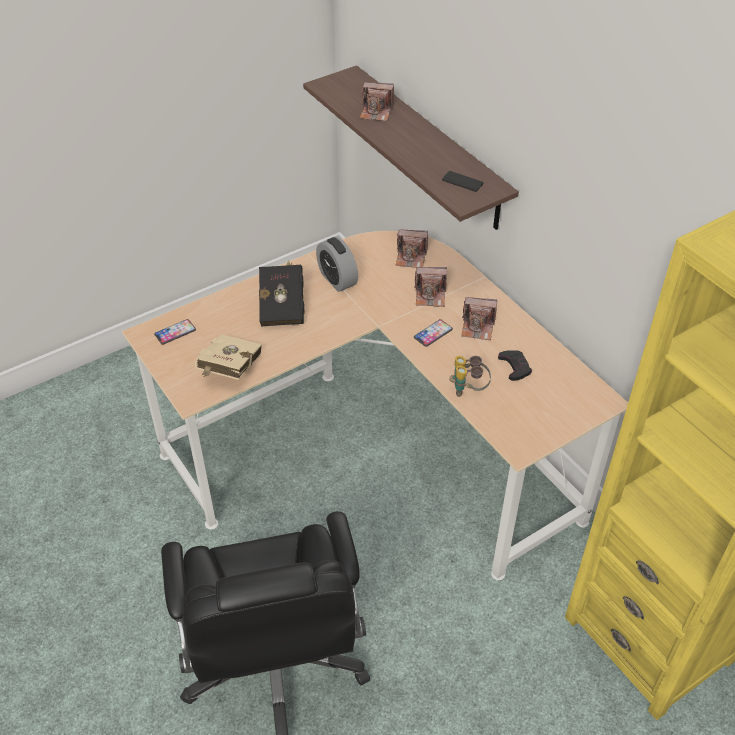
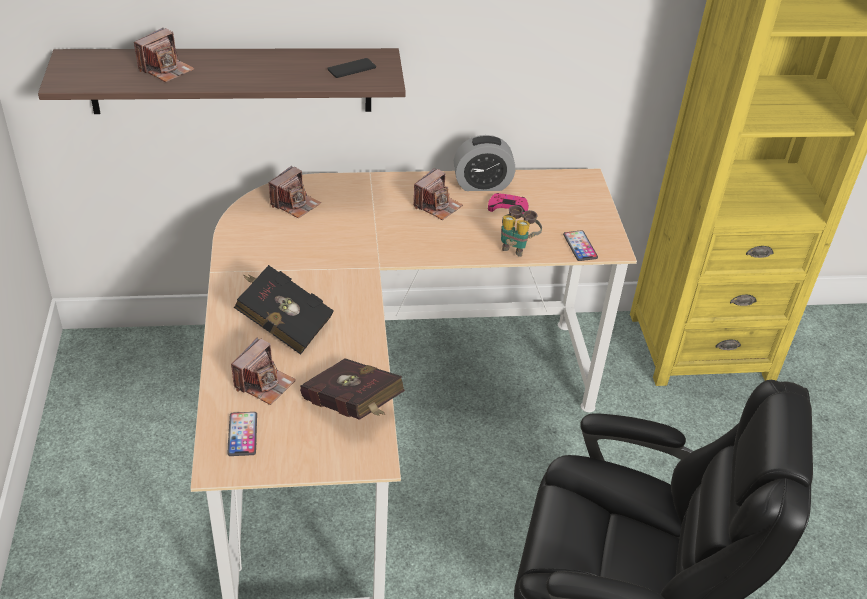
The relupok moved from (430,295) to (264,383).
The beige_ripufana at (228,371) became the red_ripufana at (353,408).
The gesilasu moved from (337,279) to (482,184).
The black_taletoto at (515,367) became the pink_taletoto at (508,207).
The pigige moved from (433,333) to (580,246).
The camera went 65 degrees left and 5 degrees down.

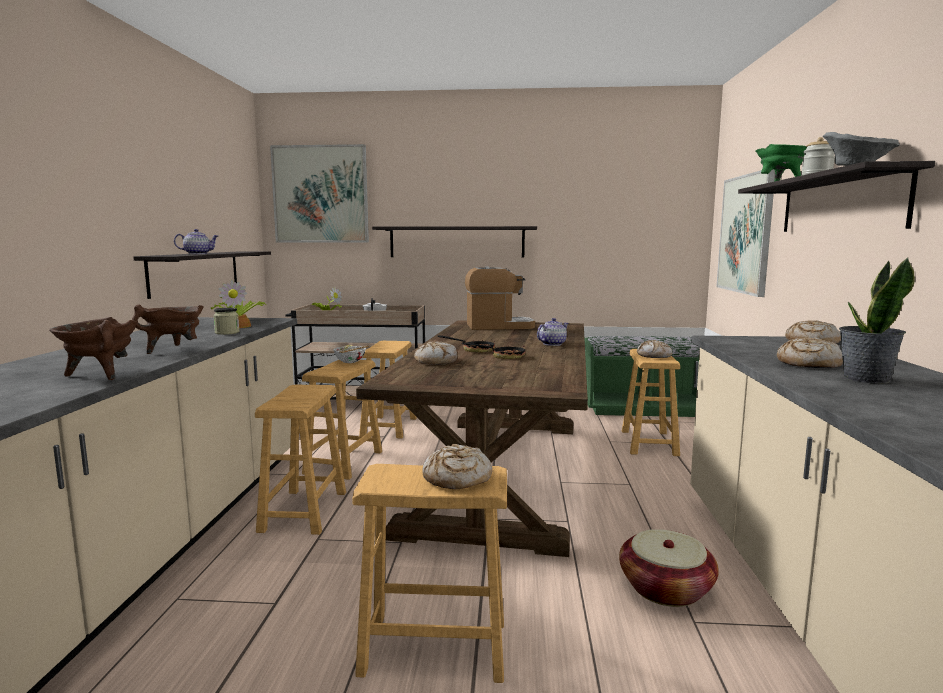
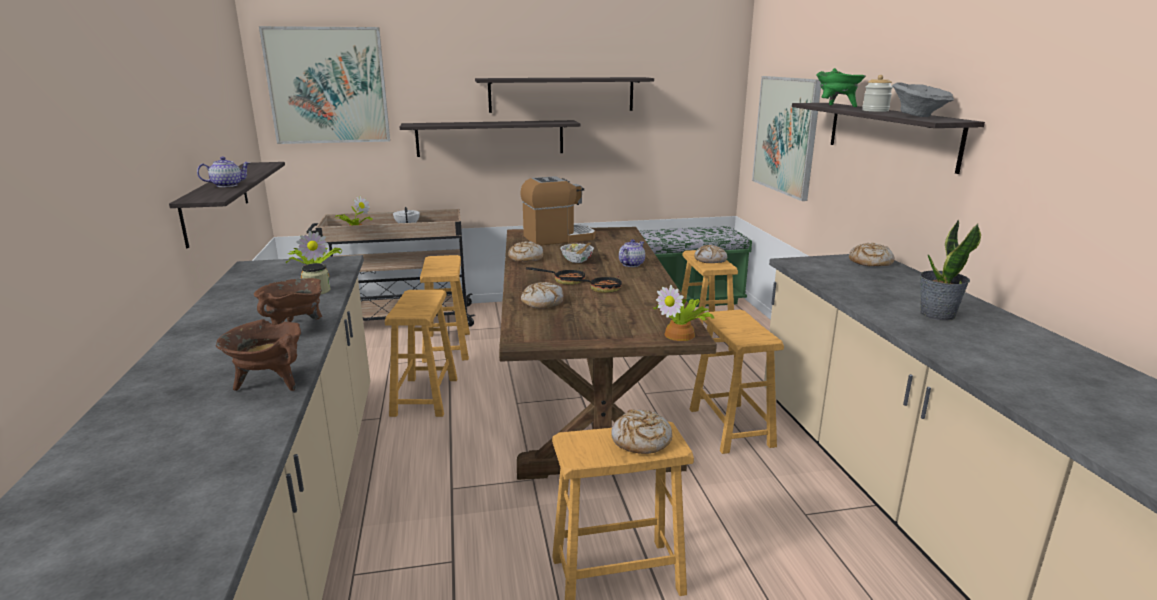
The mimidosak at (561,94) appeared.
The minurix moved from (808,364) to (525,258).
The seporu moved from (350,362) to (577,261).
The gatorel at (681,334) appeared.
The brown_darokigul moved from (303,511) to (730,427).
The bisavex at (665,589) disappeared.
The camera went 15 degrees left and 10 degrees up.

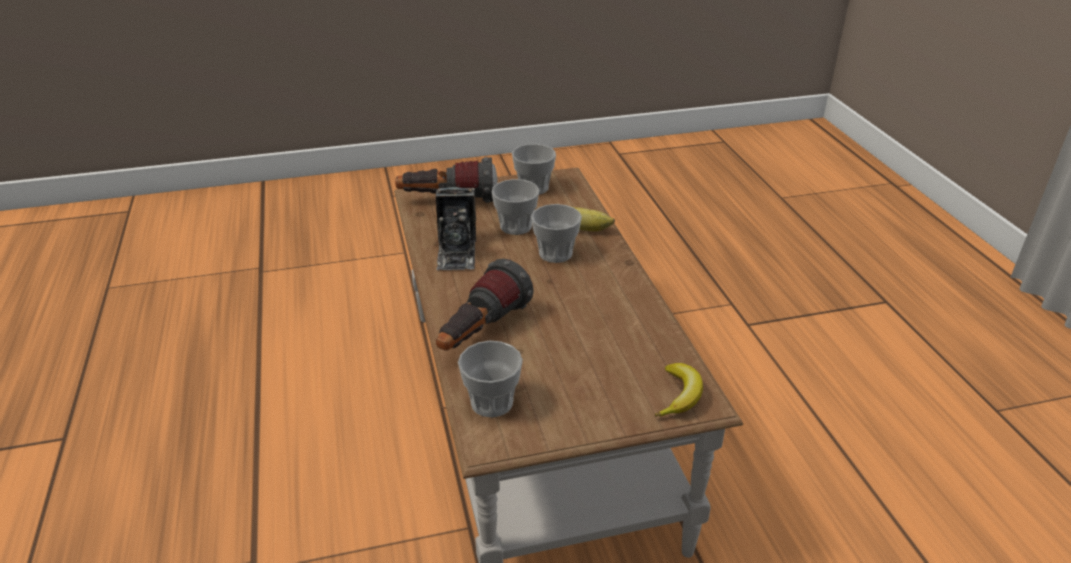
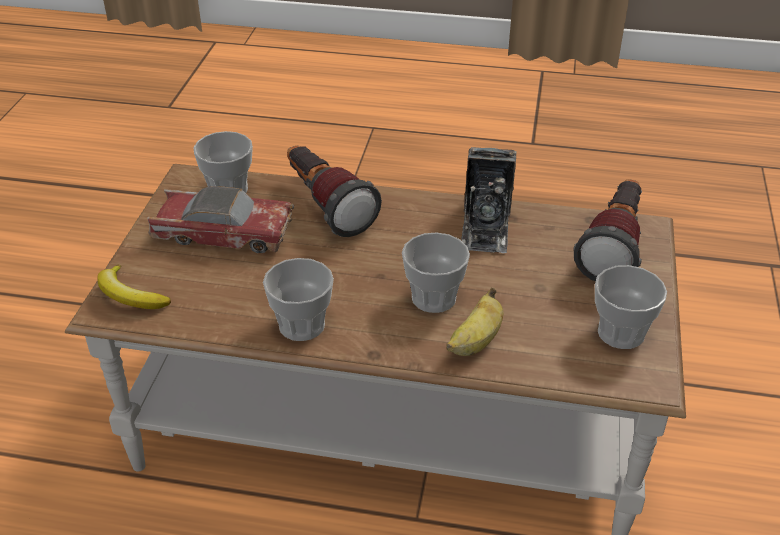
The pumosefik at (223,233) appeared.
The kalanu moved from (516,226) to (302,325).
The relupok at (456,251) turned 105 degrees counterclockwise.
The camera went 115 degrees right and 5 degrees up.

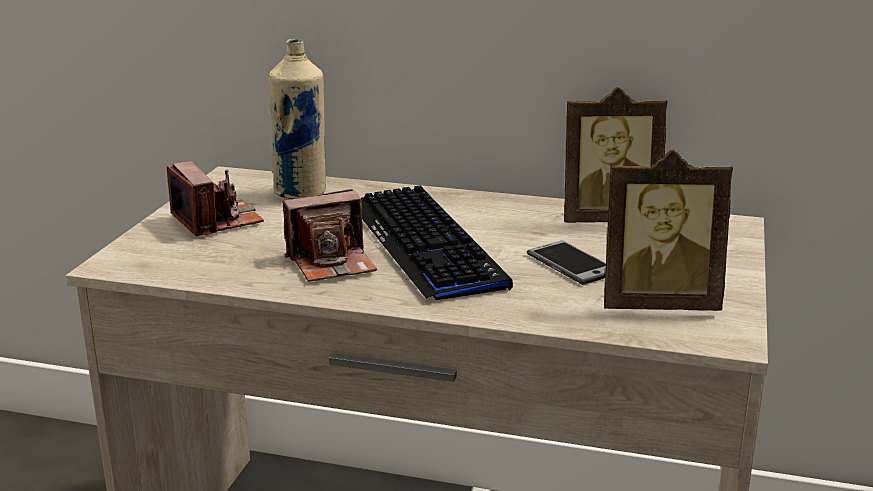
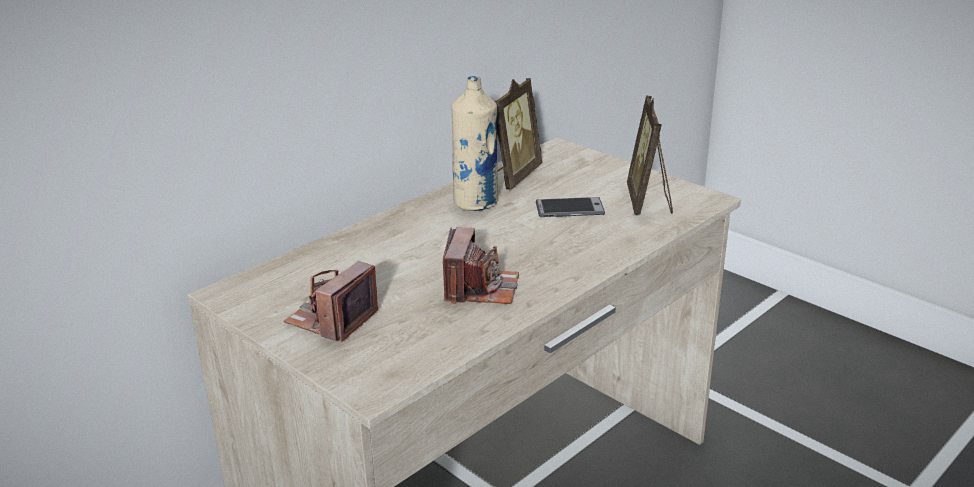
The relupok at (217,221) turned 60 degrees counterclockwise.
The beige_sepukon moved from (301,193) to (476,203).
The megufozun at (658,303) turned 150 degrees clockwise.
The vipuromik at (426,244) disappeared.
The camera went 60 degrees left and 5 degrees up.

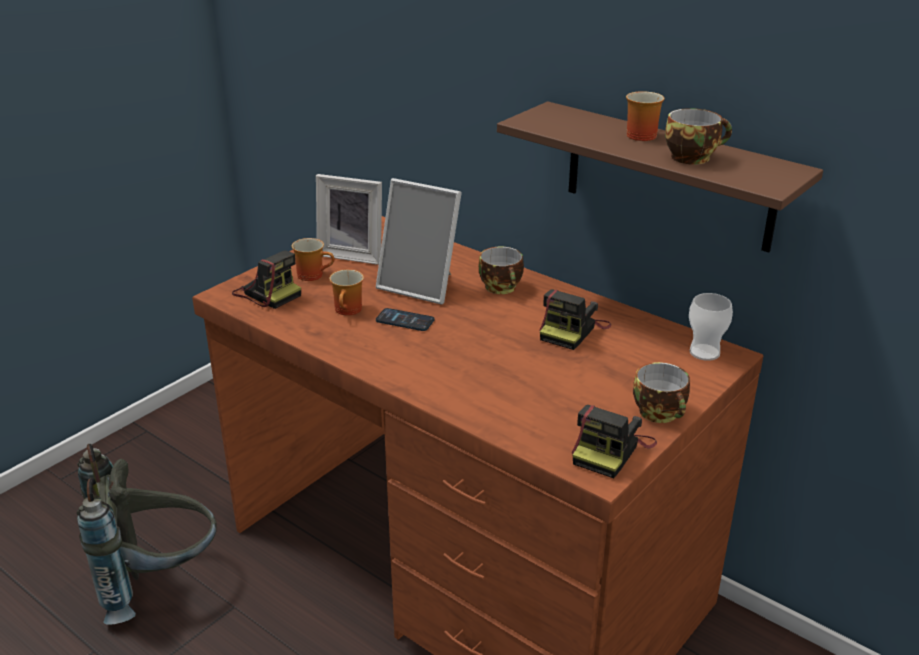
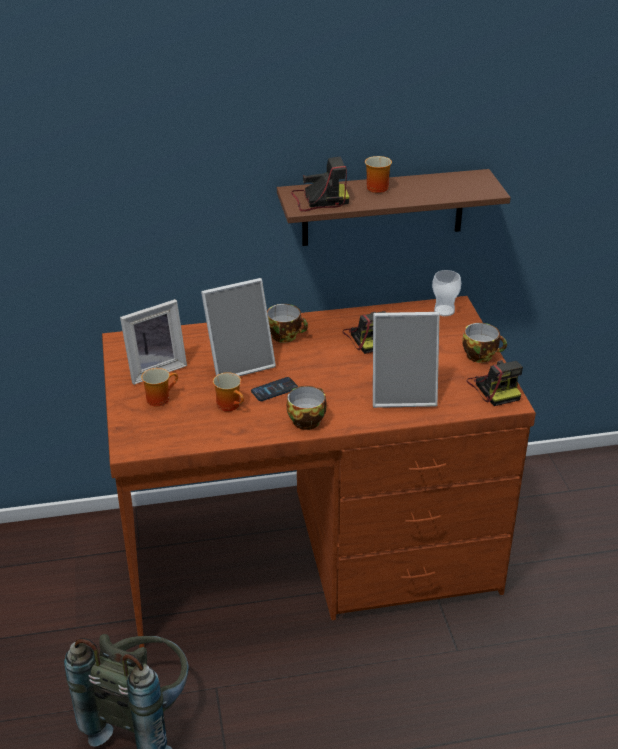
The kalanu moved from (692,157) to (306,420).
The relupok moved from (267,292) to (319,200).
The megufozun at (403,393) appeared.
The camera went 50 degrees left and 5 degrees up.

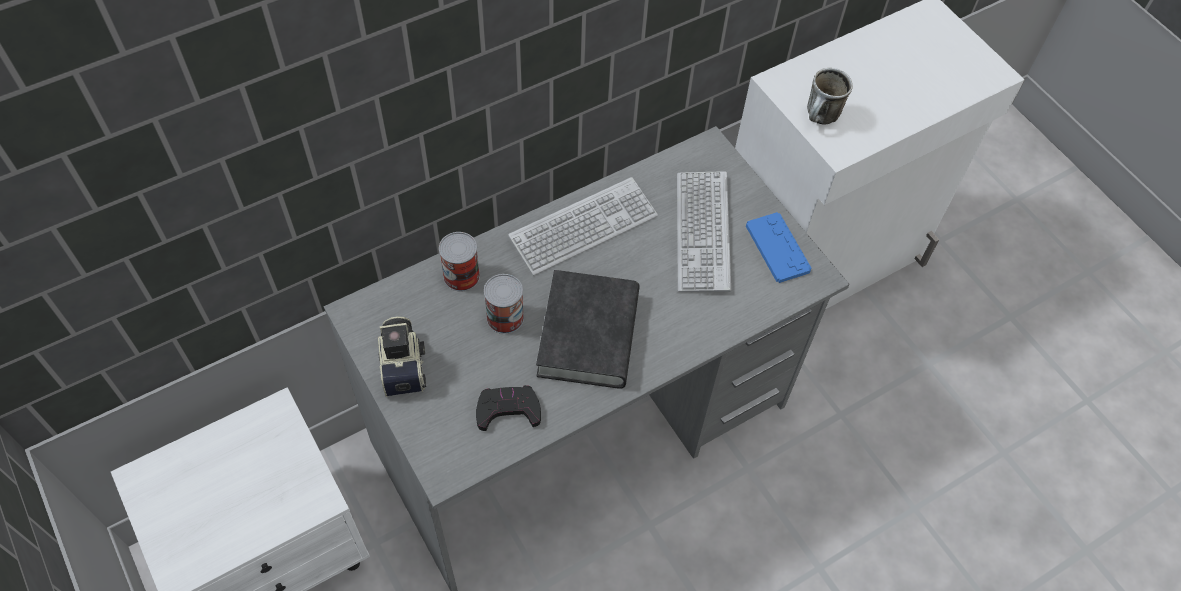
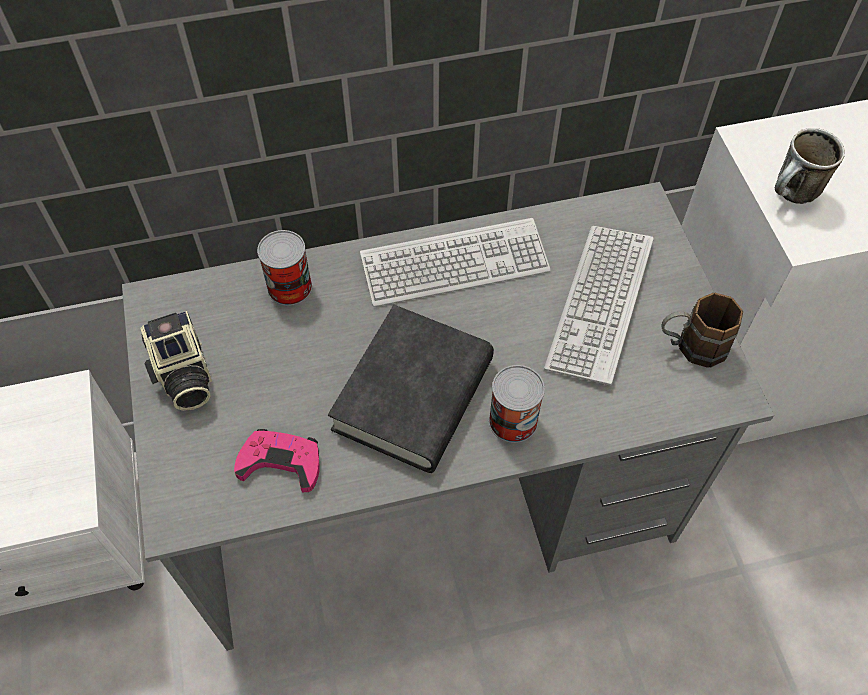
The relupok at (404,364) turned 150 degrees clockwise.
The black_taletoto at (508,410) became the pink_taletoto at (281,462).
The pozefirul moved from (505,317) to (513,420).
The blue_taletoto at (777,248) was replaced by the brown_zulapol at (691,346).
The camera went 20 degrees right and 0 degrees up.

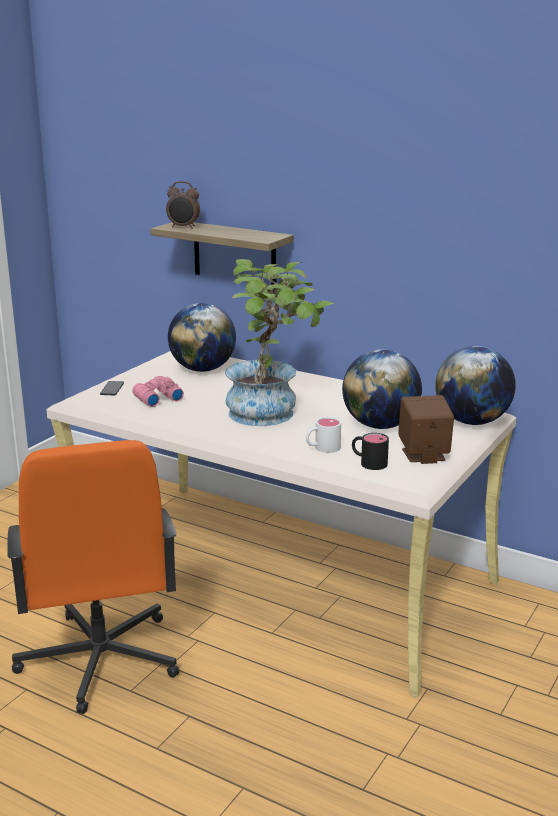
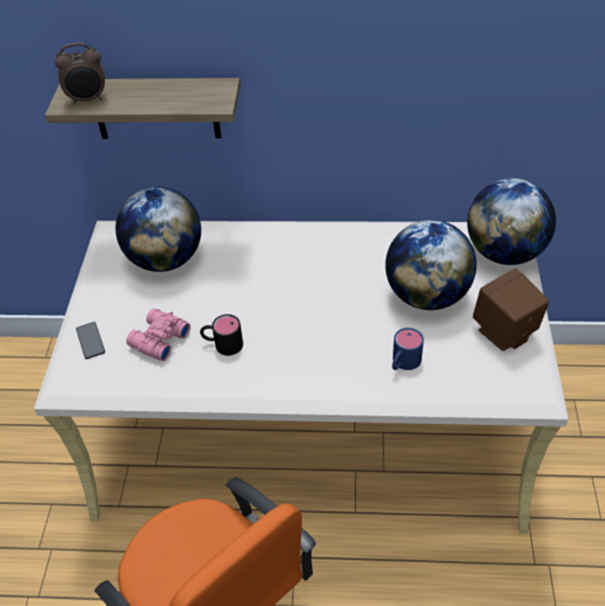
The black_zulapol moved from (368,462) to (222,344).
The white_zulapol at (322,448) became the blue_zulapol at (403,363).
The gatorel at (272,413) disappeared.
The camera went 25 degrees left and 25 degrees up.

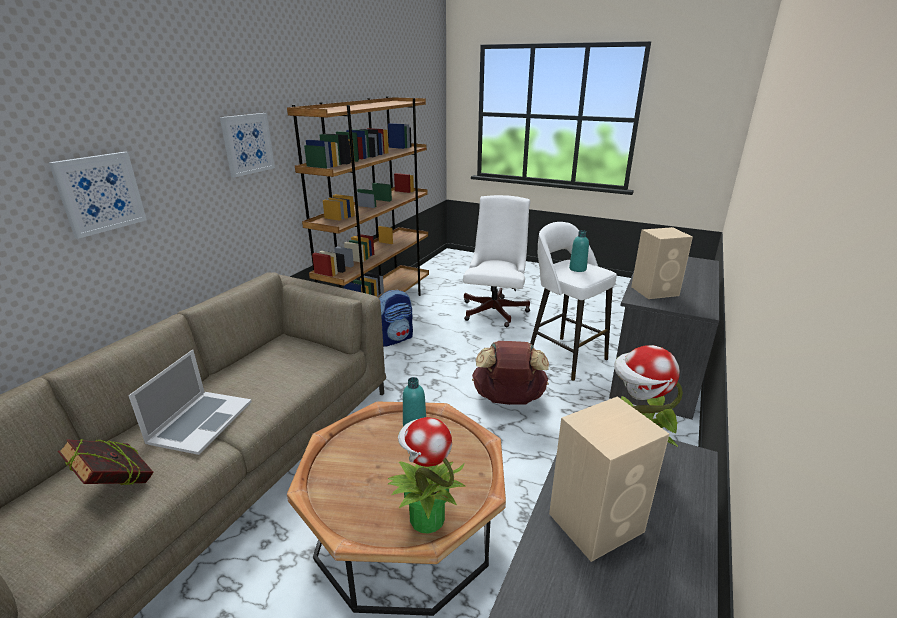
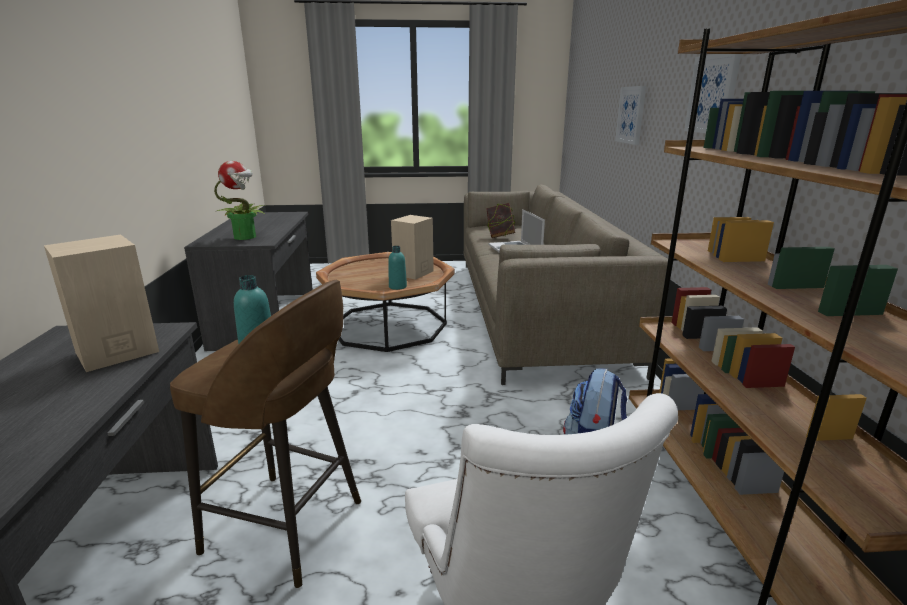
The white_darokigul at (564,356) became the brown_darokigul at (288,528).
The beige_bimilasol moved from (597,522) to (413,273).
The gatorel at (426,518) disappeared.
The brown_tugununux at (508,400) disappeared.
The camera went 150 degrees right and 5 degrees down.

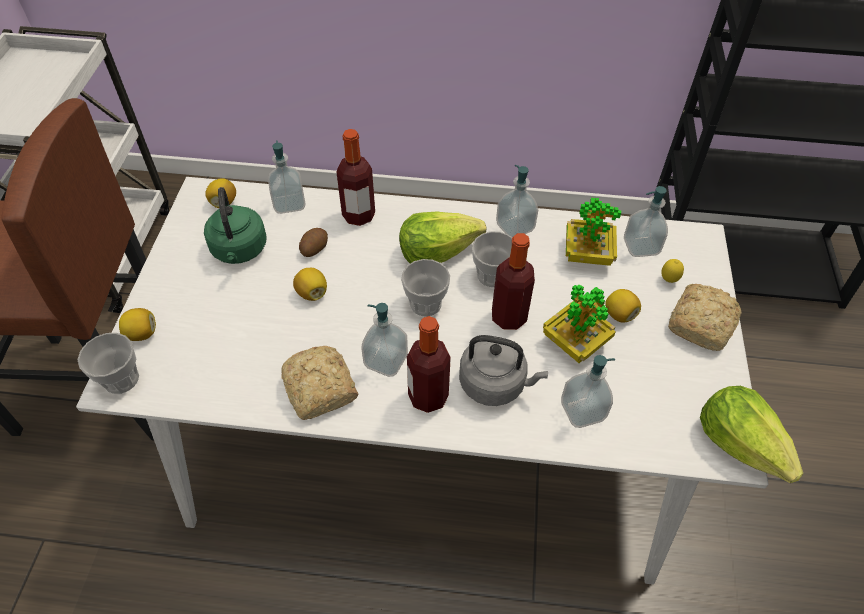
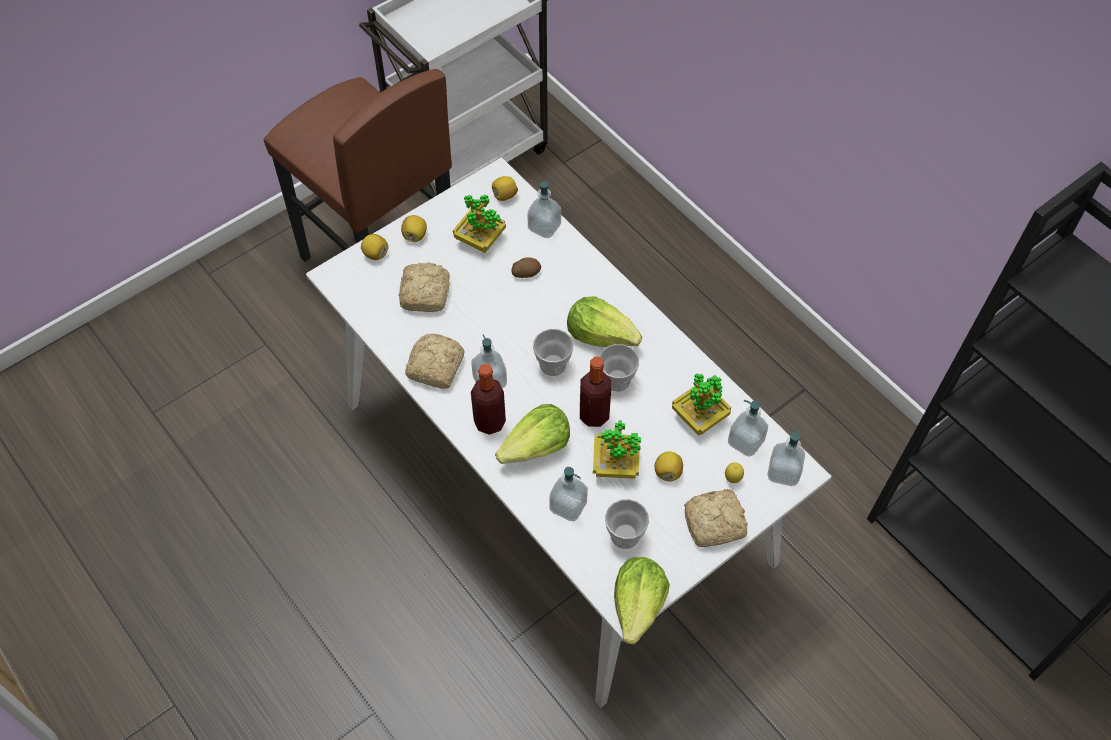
The minurix at (426,292) appeared.
The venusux moved from (312,293) to (415,235).
The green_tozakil at (239,251) was replaced by the gatorel at (480,239).
The grey_tozakil at (495,384) was replaced by the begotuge at (536,448).
The kalanu moved from (121,379) to (625,535).
The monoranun moved from (515,227) to (783,472).
The sepukon at (358,215) disappeared.
The camera went 45 degrees right and 5 degrees up.

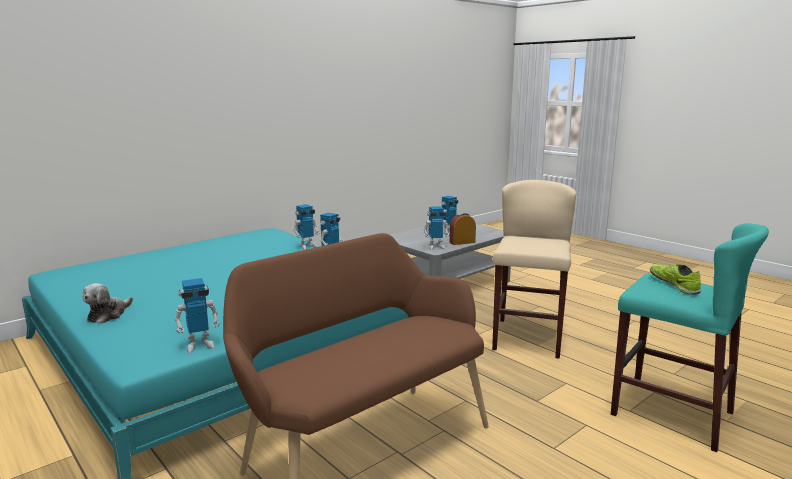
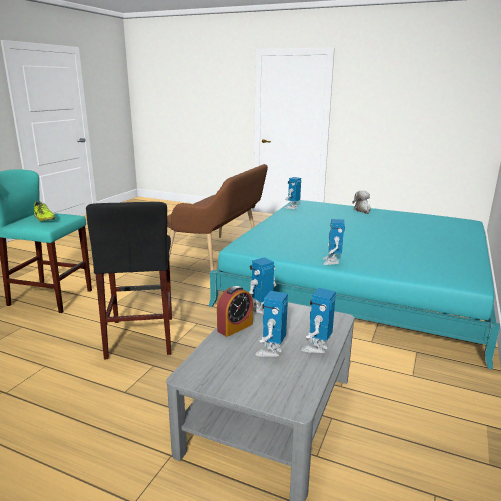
The beige_darokigul at (527,338) became the black_darokigul at (141,336).
The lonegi moved from (307,246) to (317,348).
The camera went 155 degrees right and 5 degrees up.

